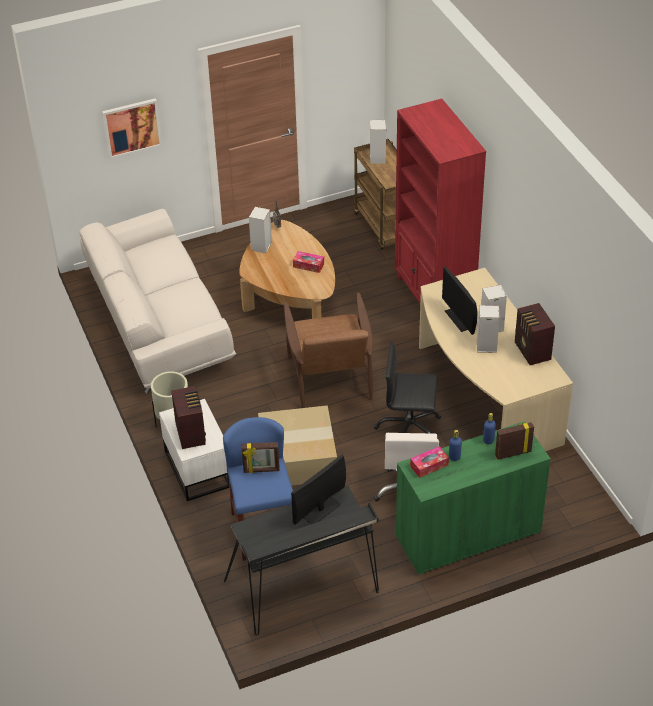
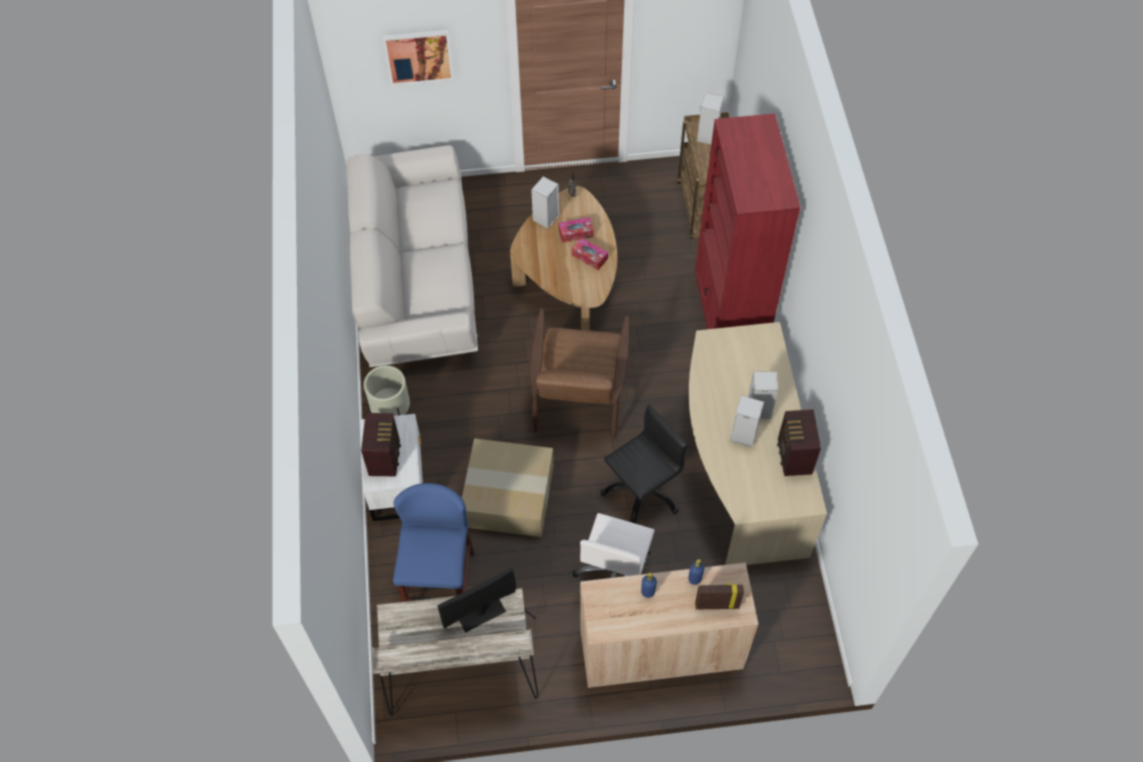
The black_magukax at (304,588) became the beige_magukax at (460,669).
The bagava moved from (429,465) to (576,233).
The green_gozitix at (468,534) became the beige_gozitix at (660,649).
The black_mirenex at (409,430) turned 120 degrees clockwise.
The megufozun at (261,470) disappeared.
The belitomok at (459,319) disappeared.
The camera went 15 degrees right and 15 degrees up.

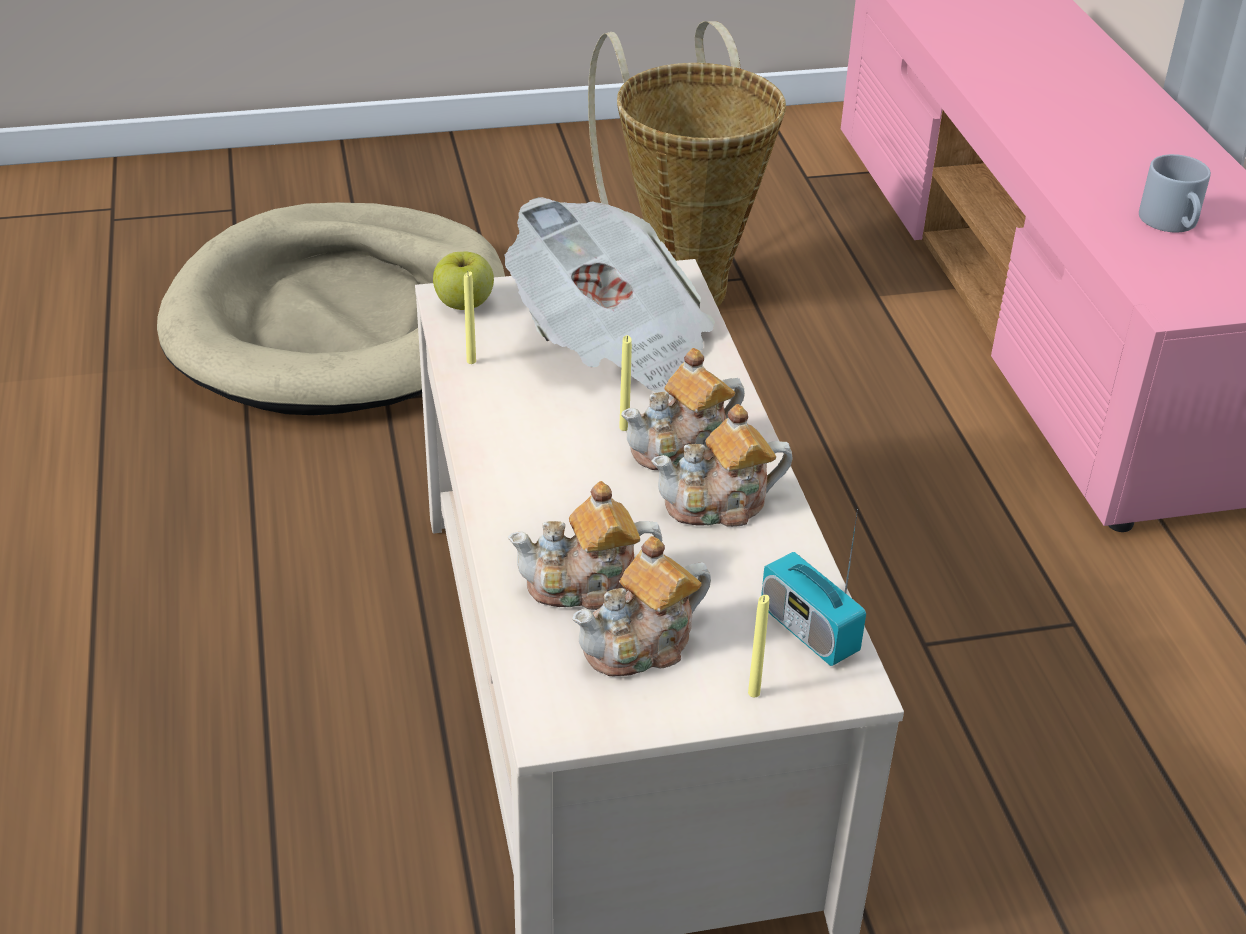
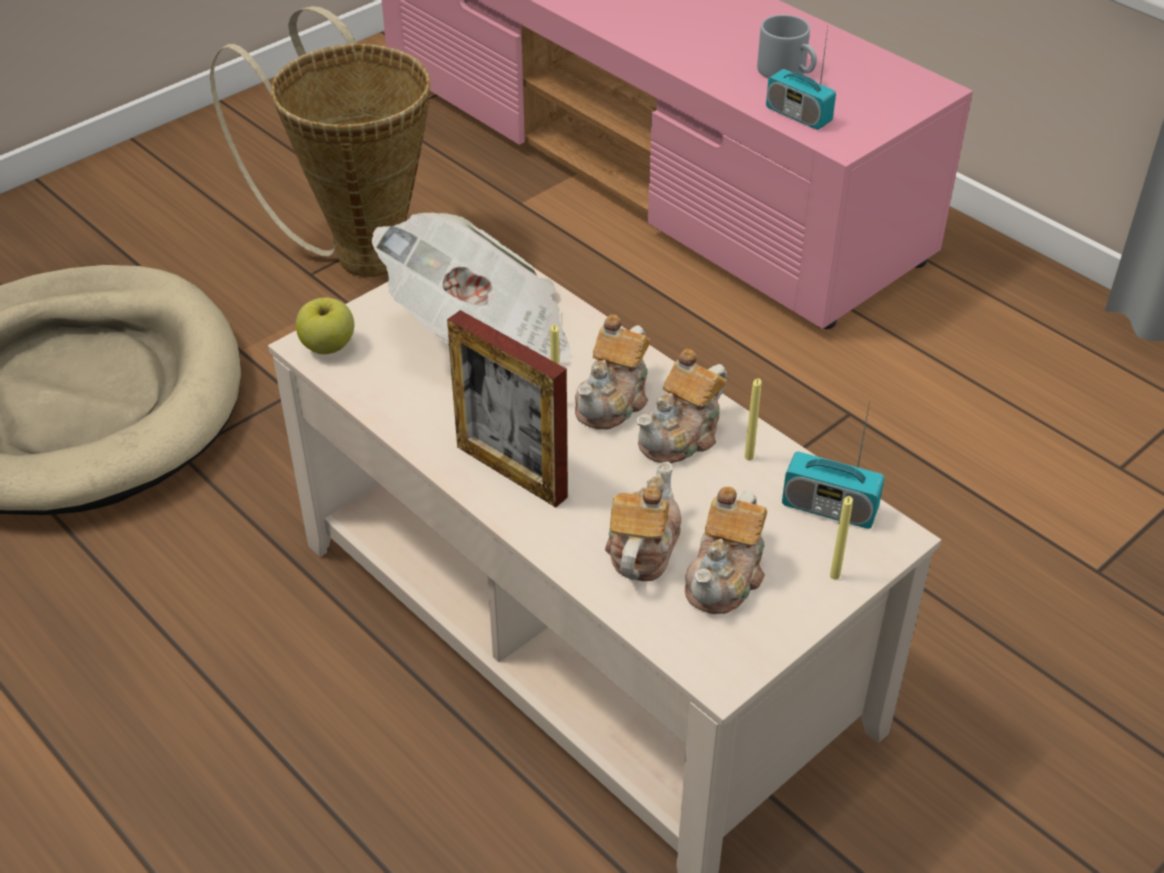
The megufozun at (511,471) appeared.
The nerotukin at (585,585) turned 150 degrees clockwise.
The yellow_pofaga moved from (471,361) to (749,457).
The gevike at (798,115) appeared.
The camera went 30 degrees left and 5 degrees up.

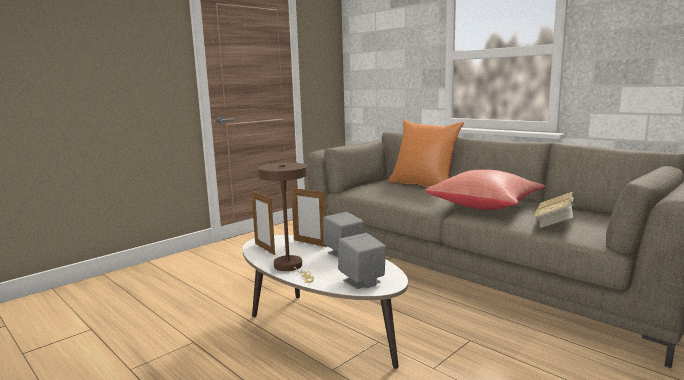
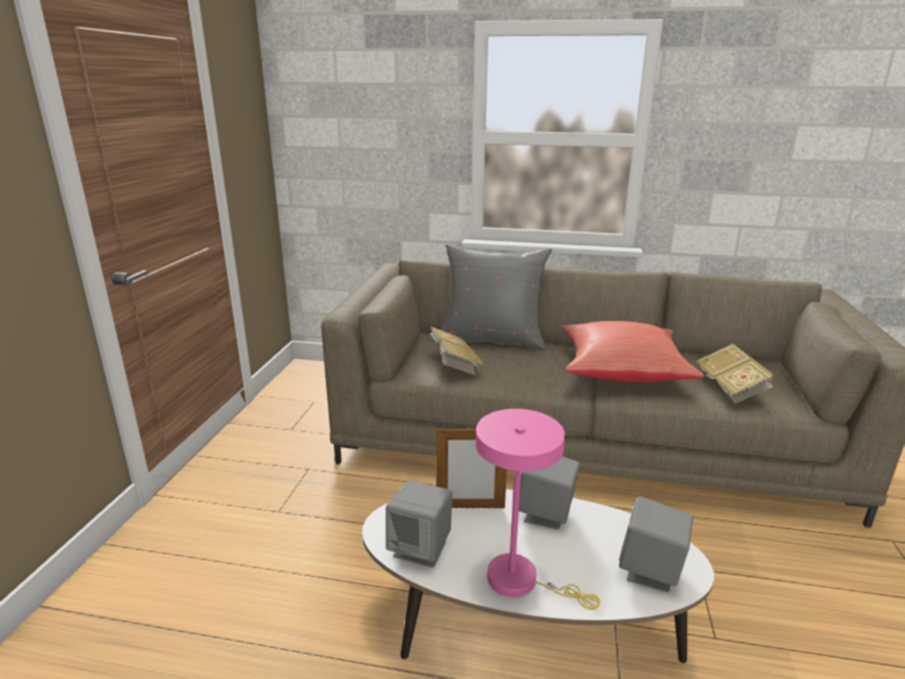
The megufozun at (264,249) was replaced by the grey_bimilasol at (421,549).
The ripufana at (454,364) appeared.
The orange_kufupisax at (423,185) became the grey_kufupisax at (491,339).
The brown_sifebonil at (291,267) became the pink_sifebonil at (521,580).
The camera went 35 degrees left and 10 degrees up.

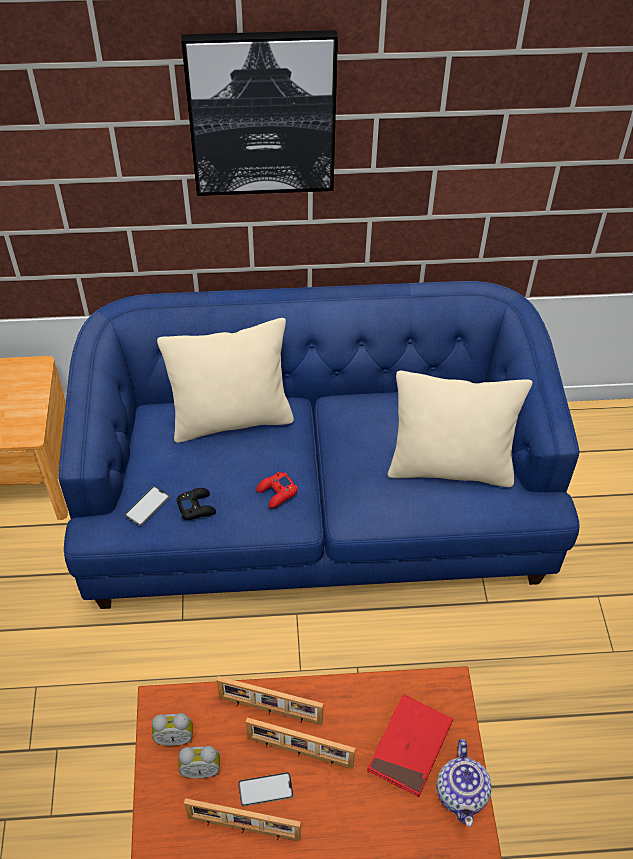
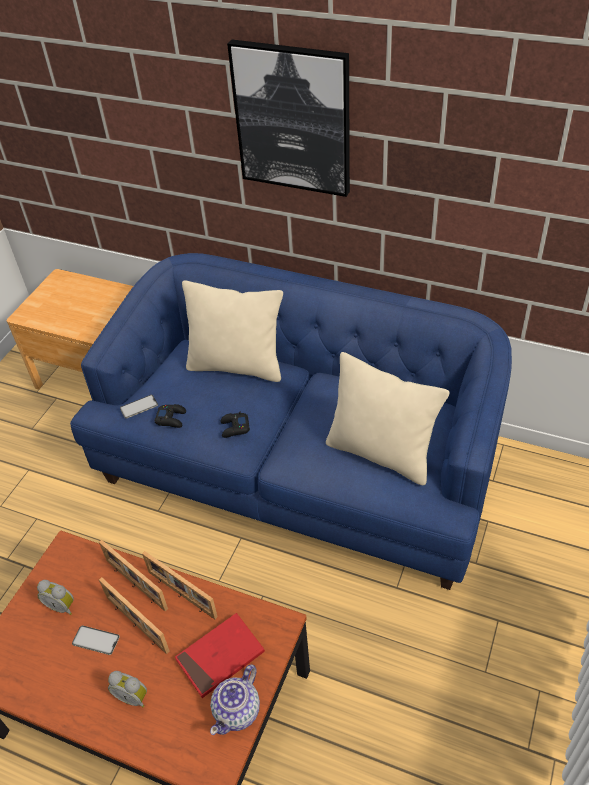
The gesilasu moved from (174,737) to (133,696).
The megufozun moved from (243,829) to (181,595).
The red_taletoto at (277,493) became the black_taletoto at (234,428).
The camera went 30 degrees right and 5 degrees down.

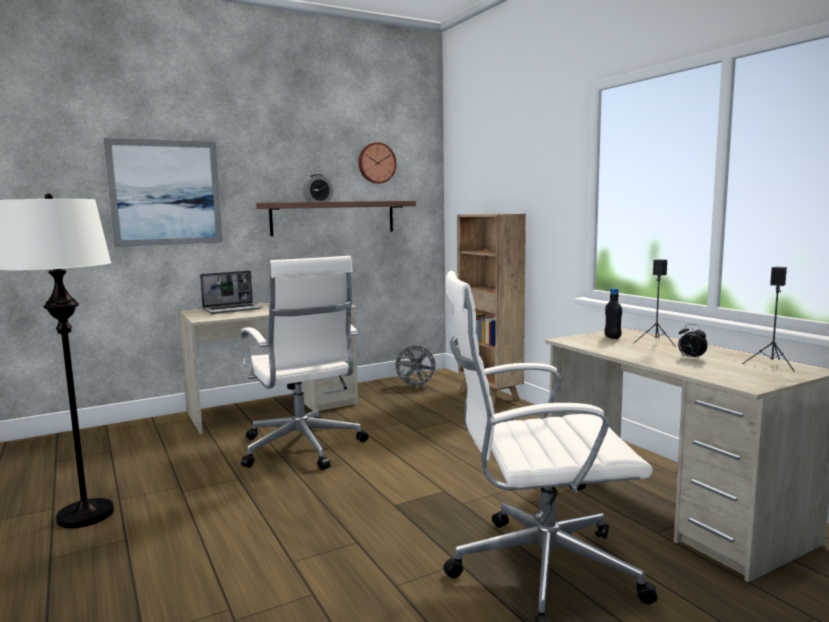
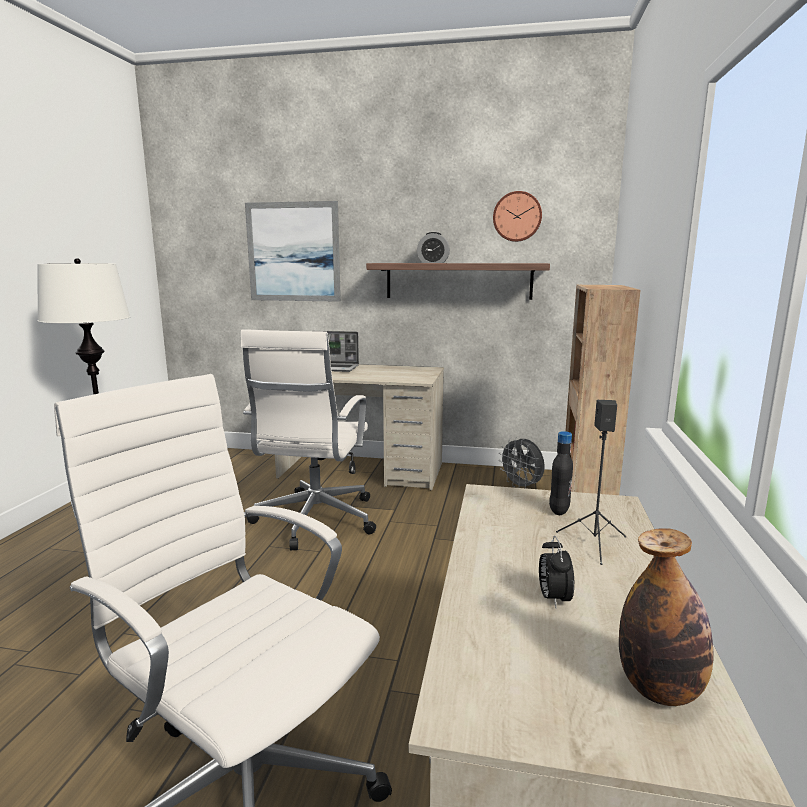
The black_bimilasol at (772,365) was replaced by the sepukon at (659,689).
The camera went 40 degrees right and 5 degrees up.

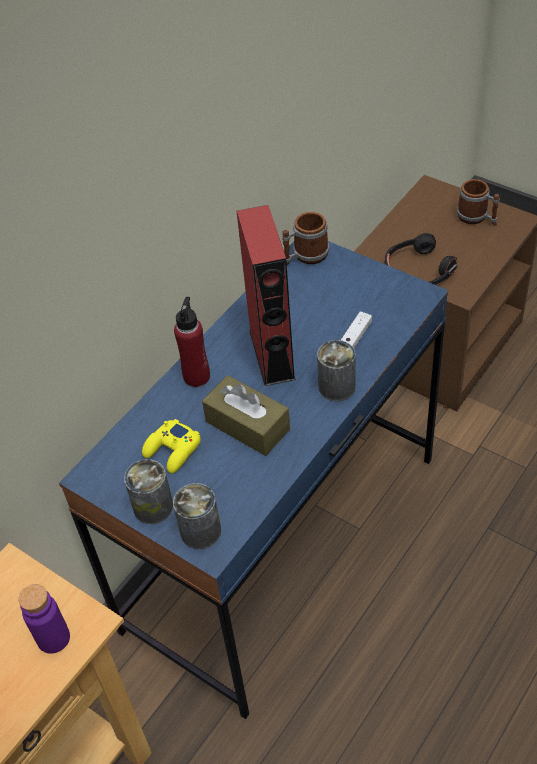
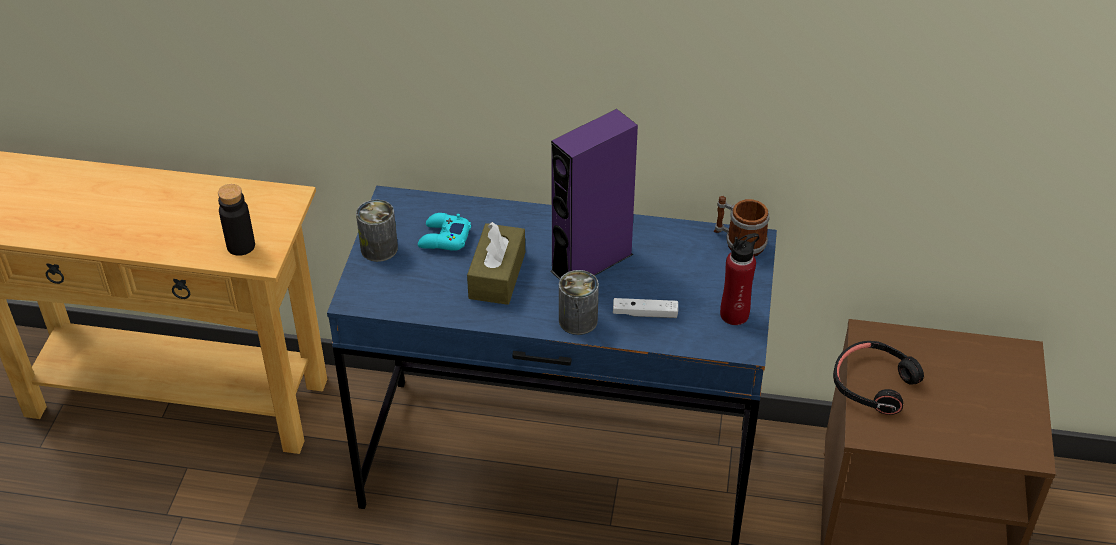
The purple_sepukon at (53,638) became the black_sepukon at (241,246).
The yellow_taletoto at (172,450) became the turquoise_taletoto at (444,238).
The red_bimilasol at (271,354) became the purple_bimilasol at (591,262).
The red_sepukon moved from (196,376) to (734,314).
The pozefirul at (200,531) disappeared.
The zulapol at (477,218) disappeared.
The camera went 60 degrees right and 5 degrees down.

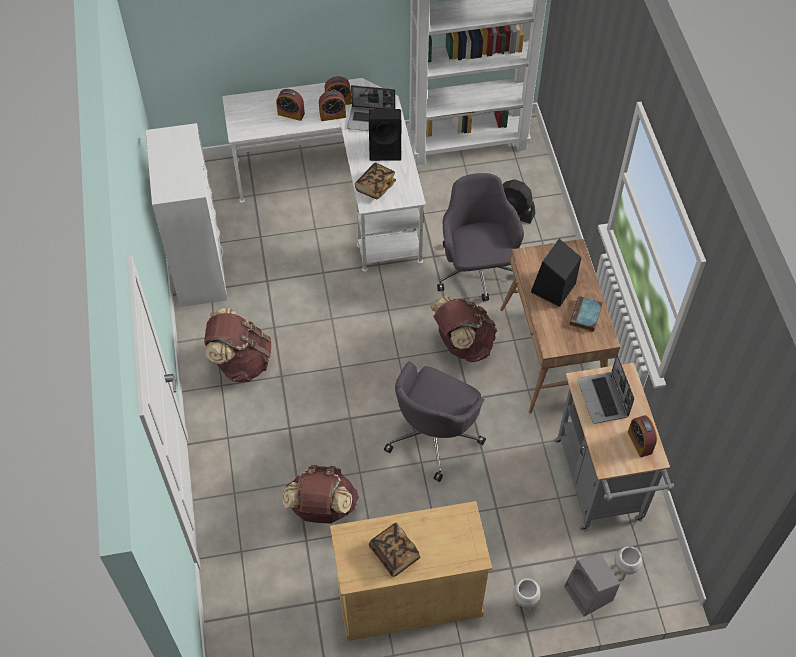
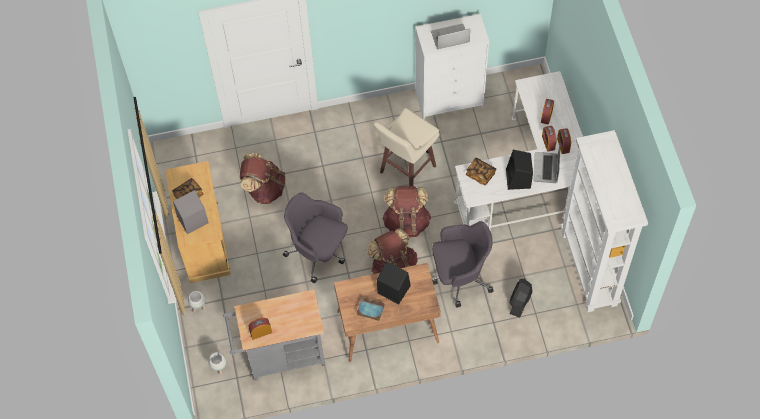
The grey_bimilasol moved from (589,594) to (192,220).
The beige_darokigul at (406,170) appeared.
The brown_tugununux moved from (241,362) to (406,222).
The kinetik moved from (603,399) to (449,38).
The camera went 90 degrees right and 5 degrees up.

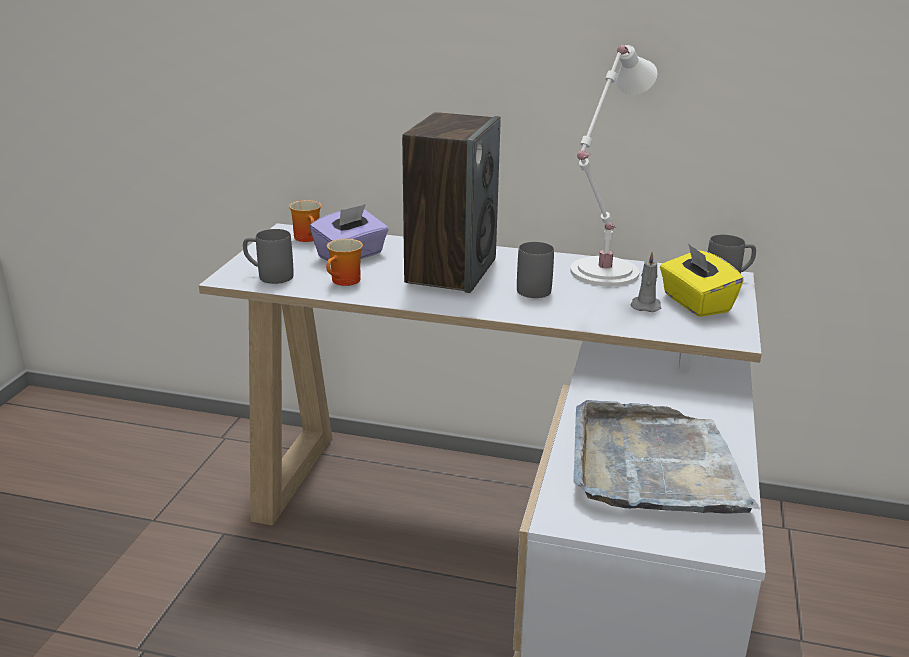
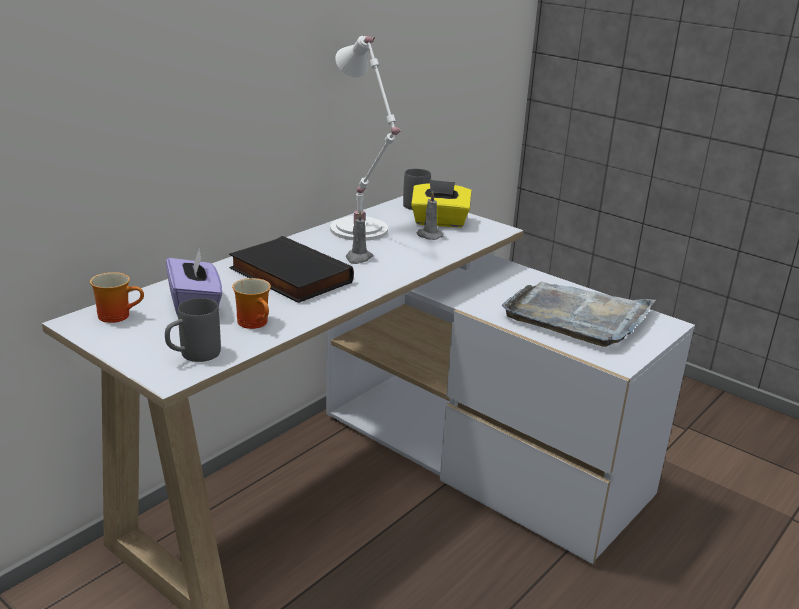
The bimilasol at (451,270) was replaced by the black_ripufana at (288,276).
The grey_zulapol at (532,287) was replaced by the grey_pofaga at (358,258).
The camera went 65 degrees left and 0 degrees up.

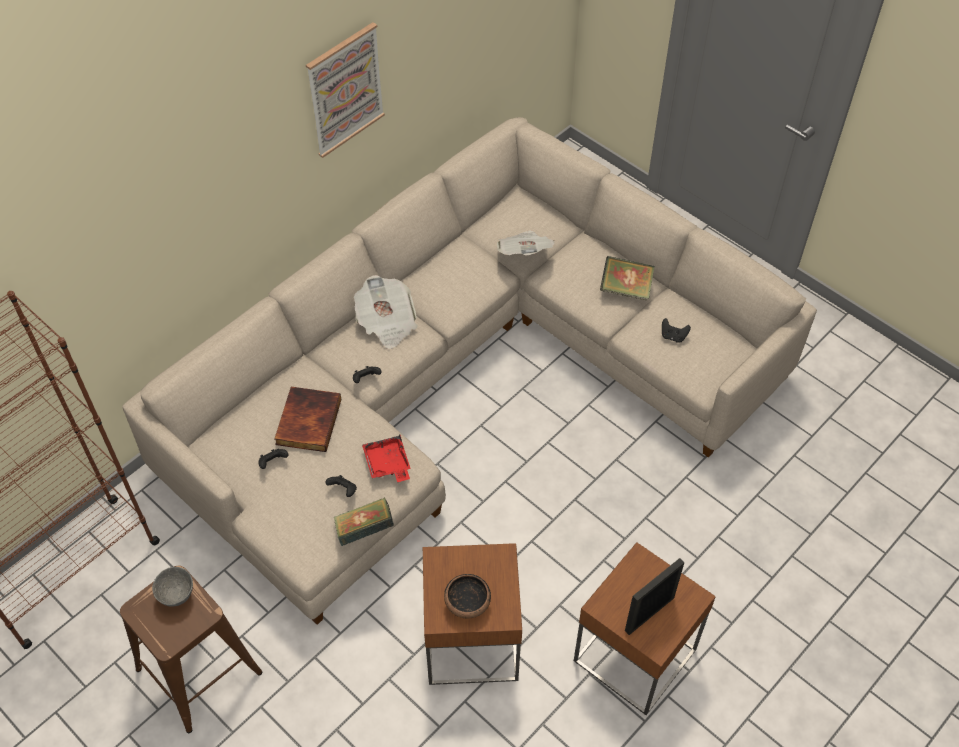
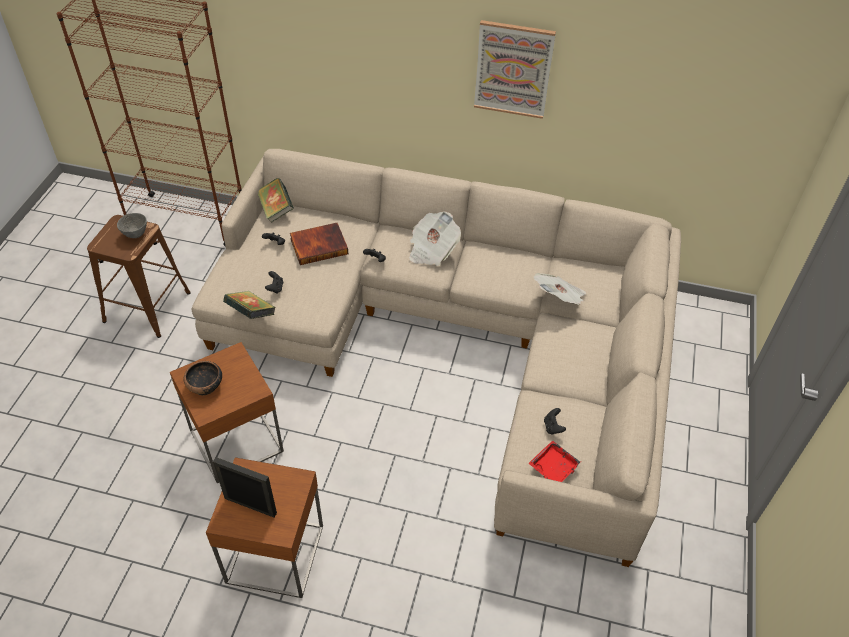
The ripufana moved from (625,289) to (276,209).
The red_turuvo moved from (387,464) to (552,469).
The camera went 60 degrees right and 5 degrees down.

